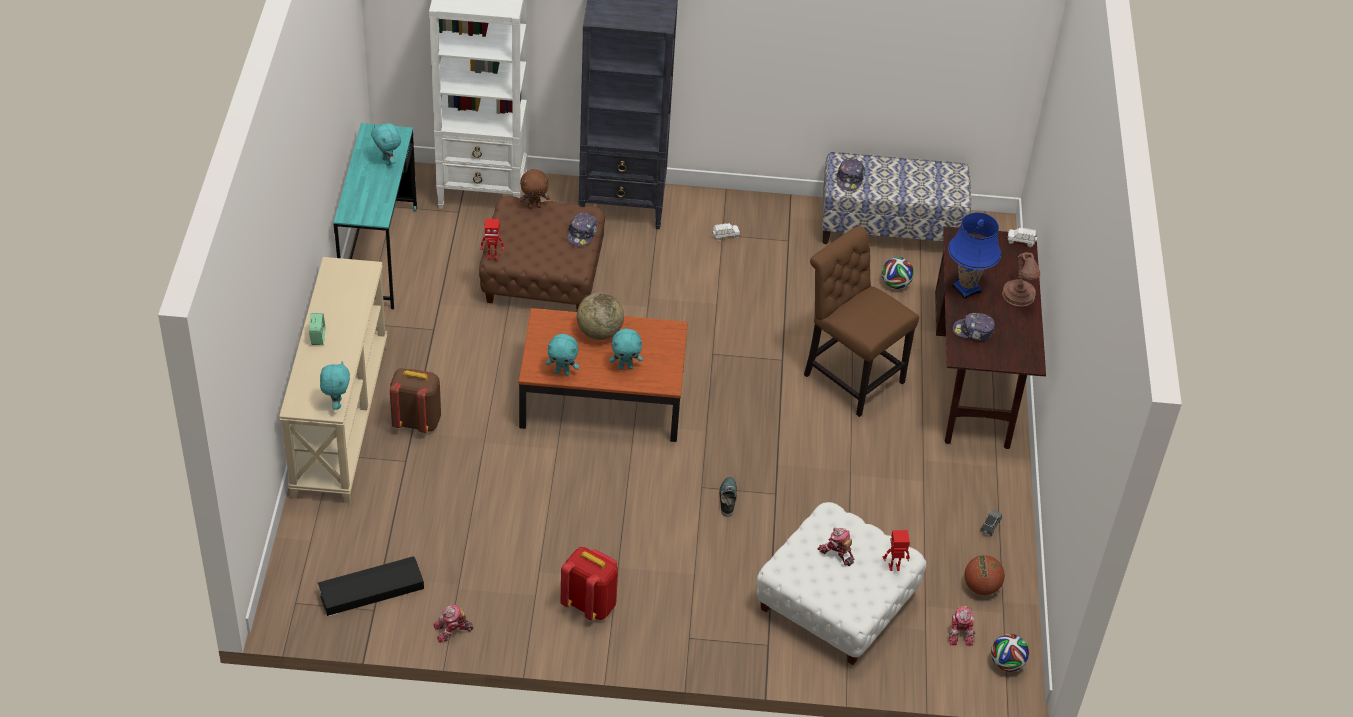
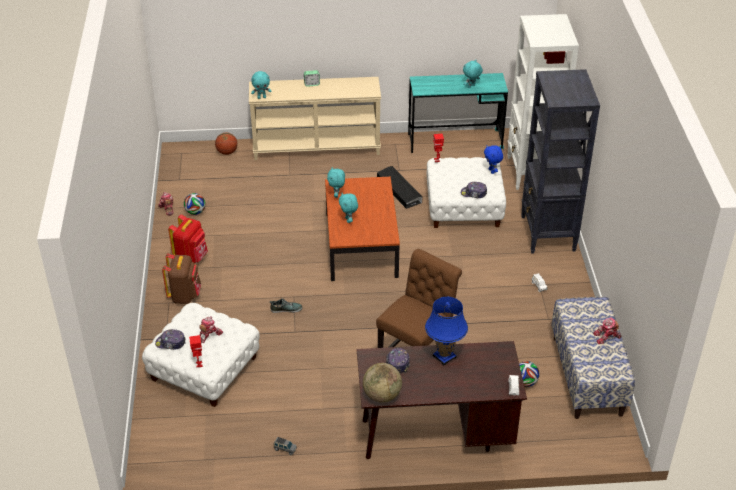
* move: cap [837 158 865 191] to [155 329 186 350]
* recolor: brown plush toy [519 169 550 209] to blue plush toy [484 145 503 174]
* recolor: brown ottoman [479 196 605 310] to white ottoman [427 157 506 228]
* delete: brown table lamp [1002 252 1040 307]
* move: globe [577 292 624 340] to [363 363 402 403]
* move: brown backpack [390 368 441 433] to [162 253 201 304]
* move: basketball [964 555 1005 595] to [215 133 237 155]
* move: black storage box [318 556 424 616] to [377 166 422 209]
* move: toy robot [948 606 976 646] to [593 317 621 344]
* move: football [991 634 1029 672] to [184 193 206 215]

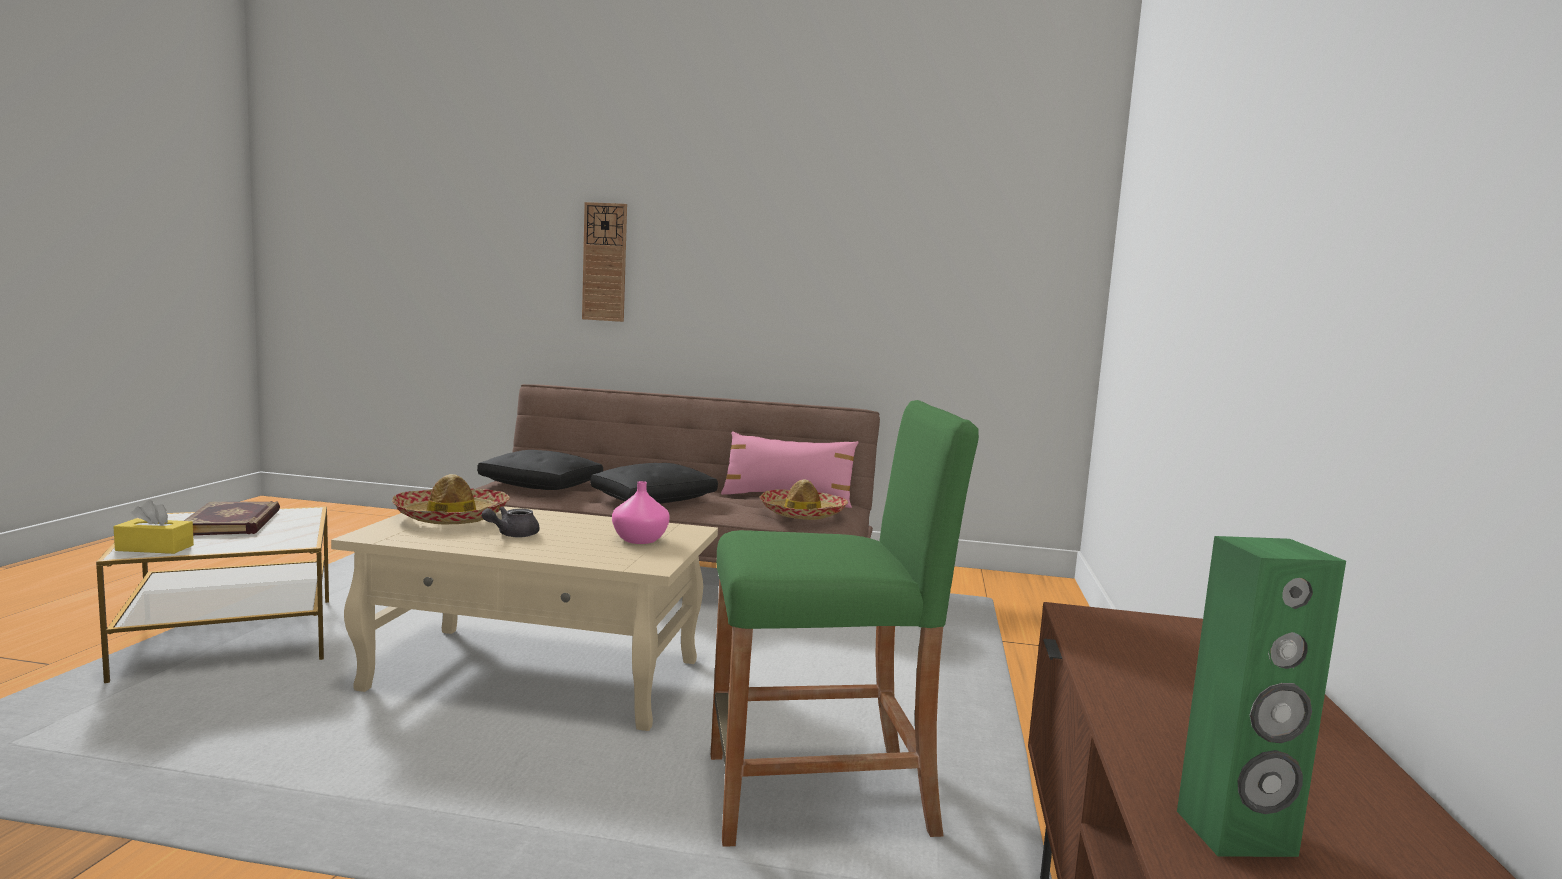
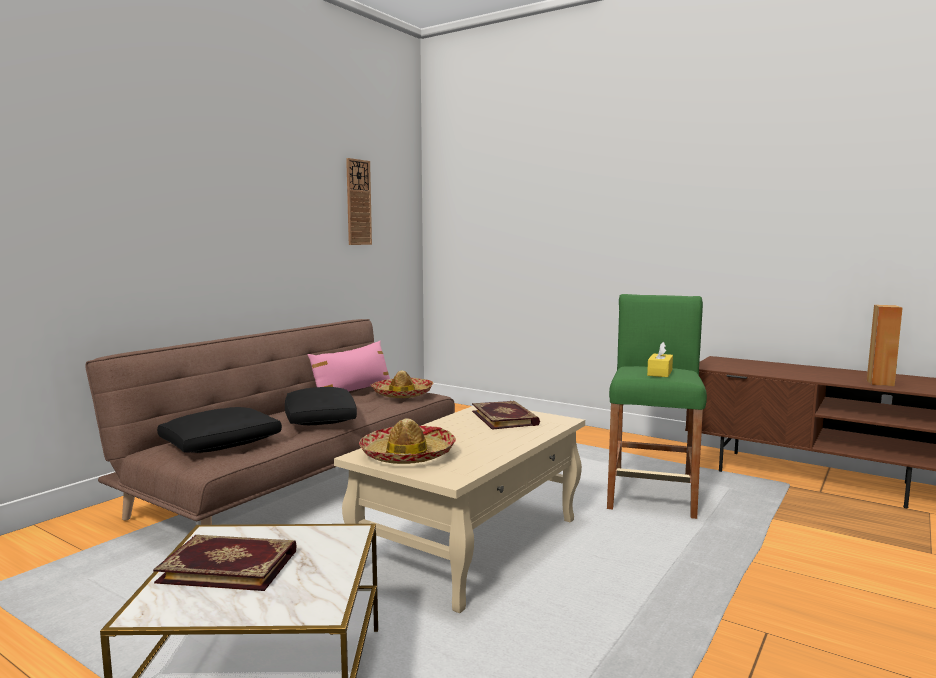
* move: wall clock [582 202 627 322] to [346 158 372 245]
* replace: pink vase [612 481 670 544] to book [472 401 540 430]
* move: yellow tissue box [113 500 194 554] to [647 342 673 377]
* delete: grey teapot [482 507 540 538]
* recolor: green speaker [1177 536 1346 857] to brown speaker [867 305 903 386]

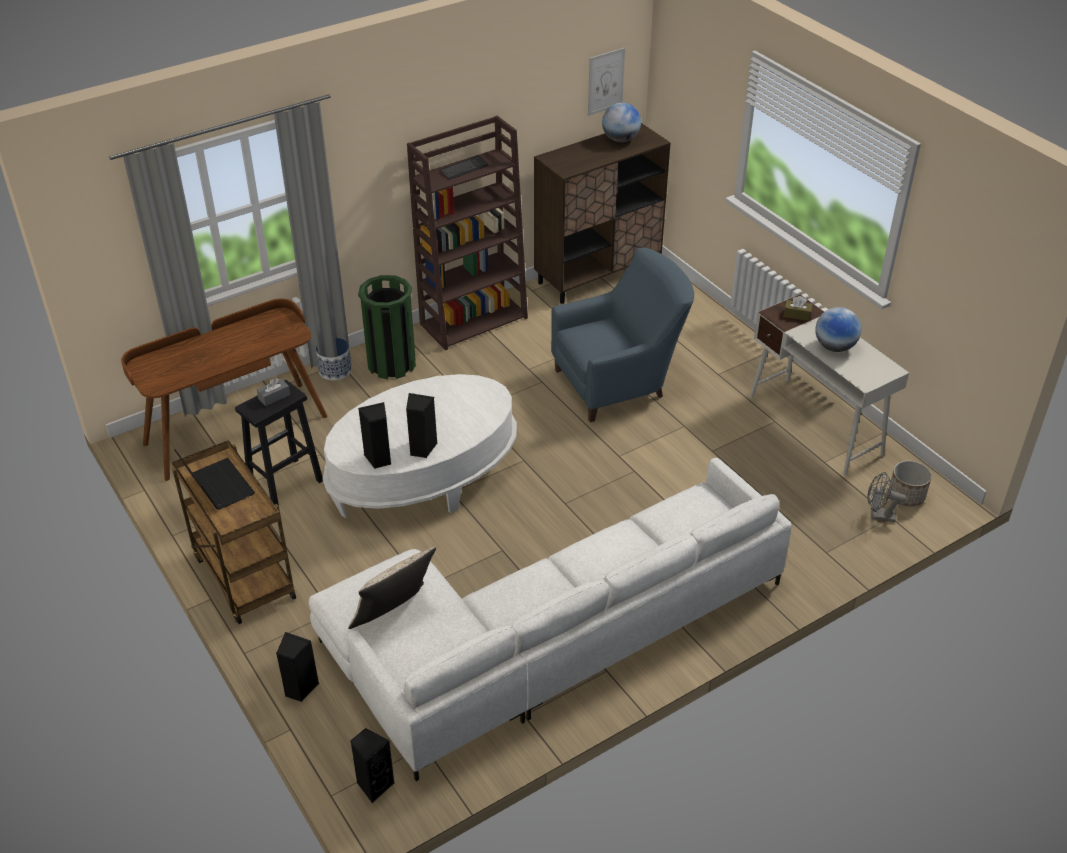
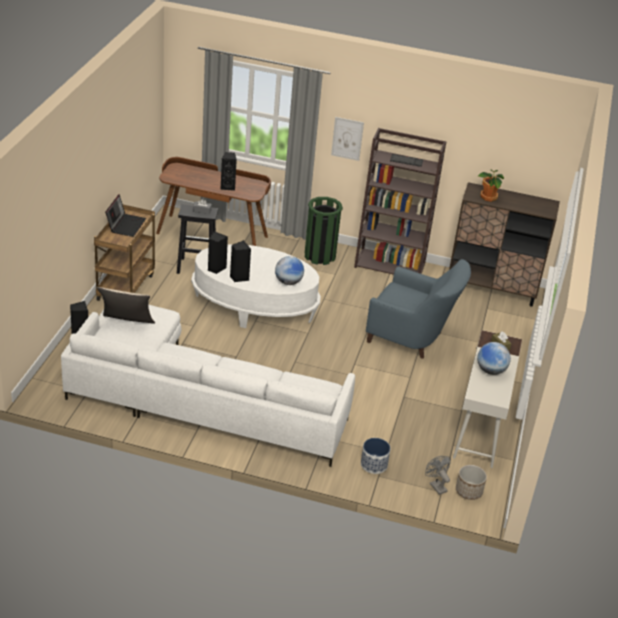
* move: picture [588 48 625 116] to [331 117 364 161]
* move: globe [602 102 641 142] to [275 256 304 285]
* move: planter [316 337 352 380] to [361 438 390 474]
* move: black speaker [350 728 395 803] to [220 152 237 191]
* insert: potted plant [478 169 504 202]

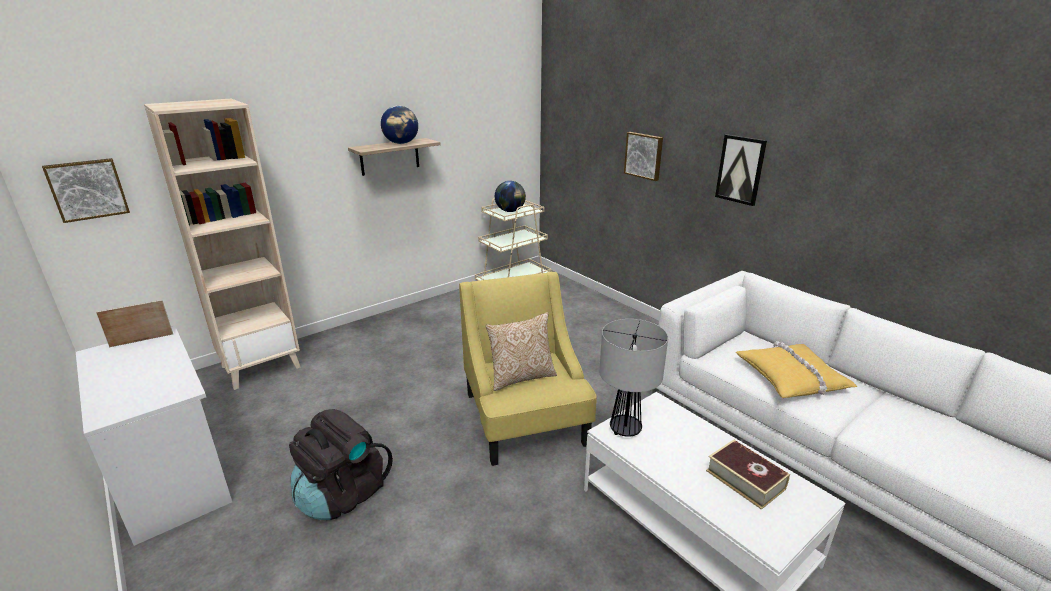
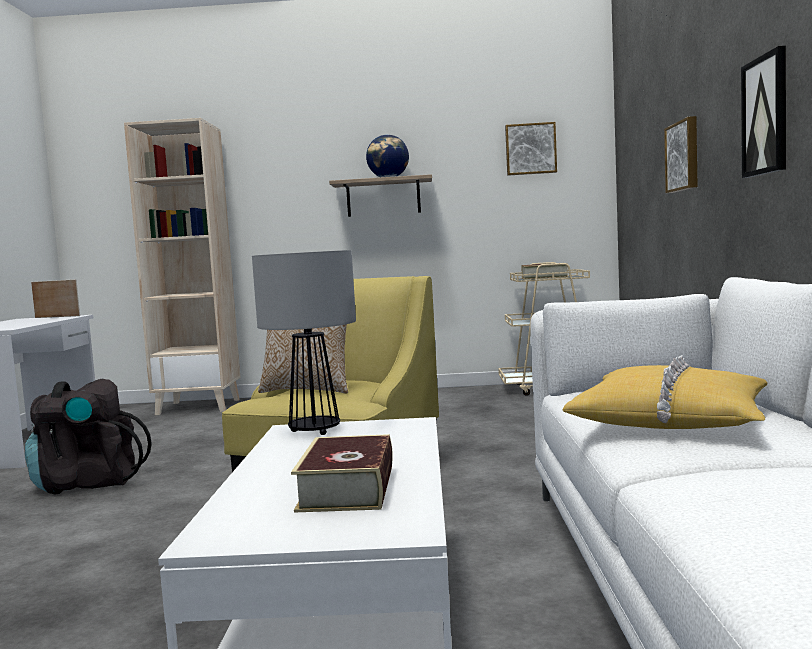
* move: picture [42 158 130 223] to [505 122 557 176]
* replace: globe [495 181 526 212] to book [521 263 569 280]

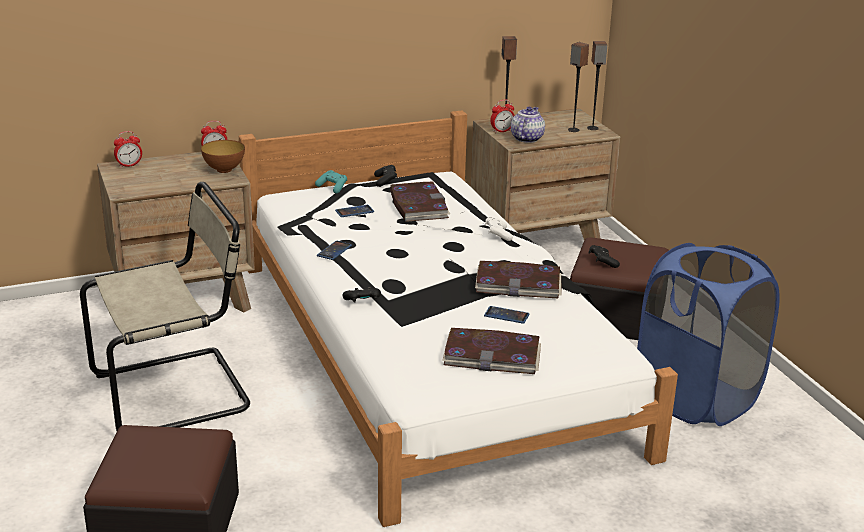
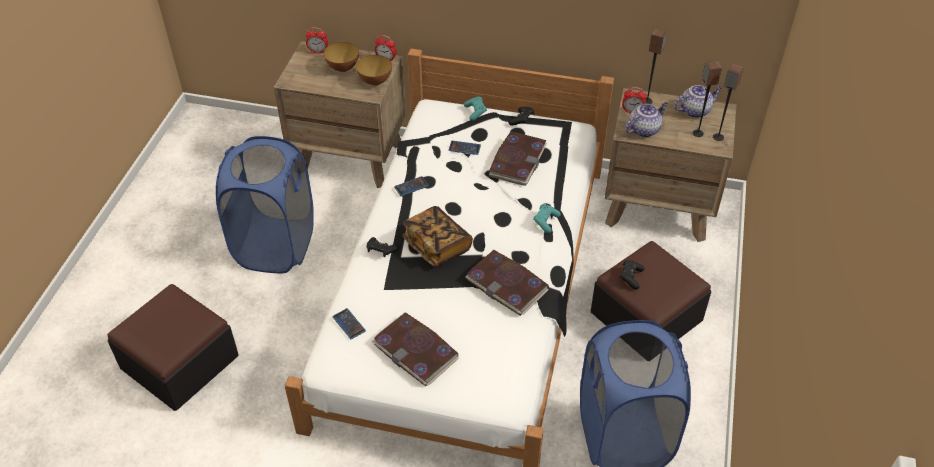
* replace: beige chair [80 182 250 431] to blue laundry basket [216 136 314 273]
* recolor: white game controller [485 217 513 241] to turquoise game controller [533 204 561 233]
* move: phone [484 306 529 324] to [332 308 366 339]
* insert: bowl [324 42 359 72]
* insert: teapot [674 85 722 118]
* insert: book [402 206 473 267]

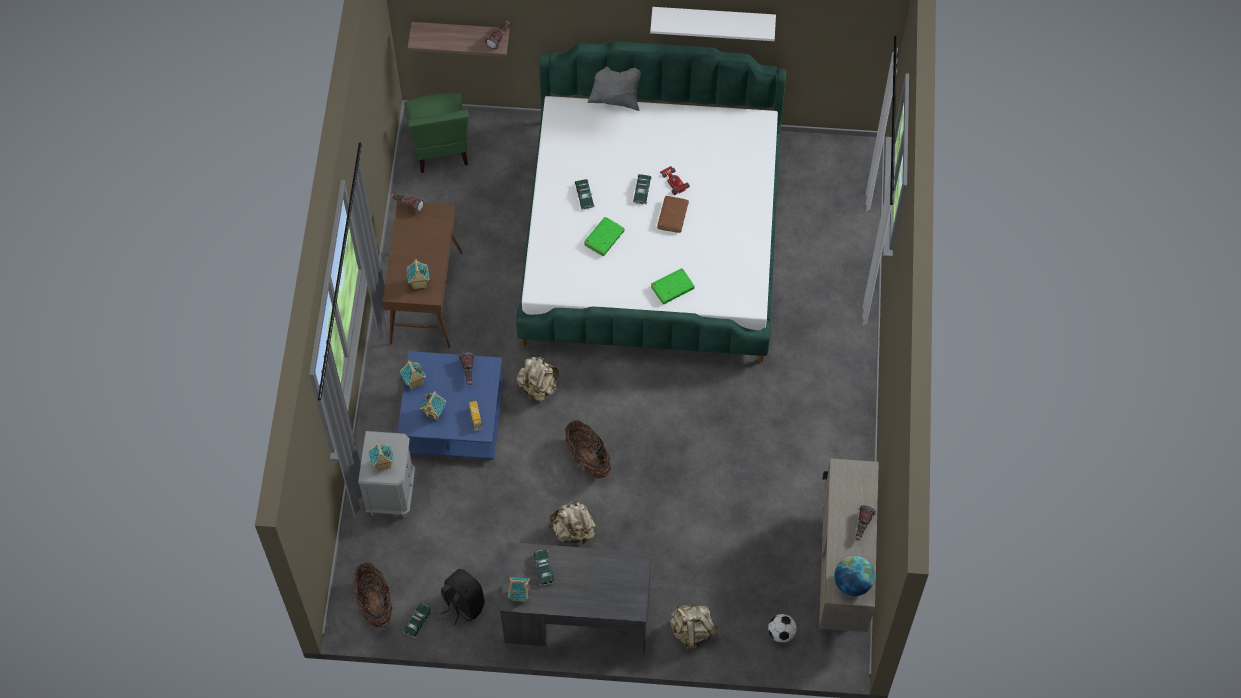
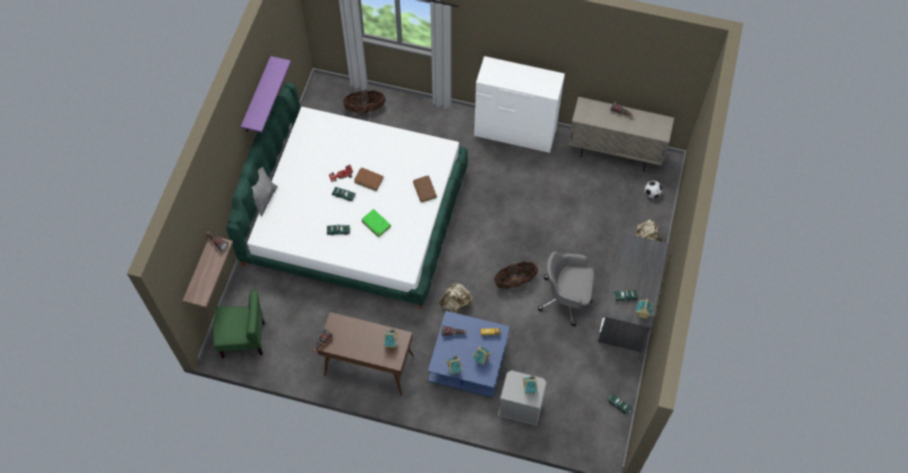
* recolor: white shelf [650 7 776 41] to purple shelf [241 56 291 133]
* recolor: green book [651 268 695 304] to brown book [413 176 437 203]
* replace: beige backpack [549 501 596 545] to grey office chair [538 251 594 326]
* delete: globe [834 556 875 596]
* move: basket [353 562 392 628] to [343 90 385 113]
* delete: black backpack [440 569 485 626]
* insert: white dresser [474 56 565 153]

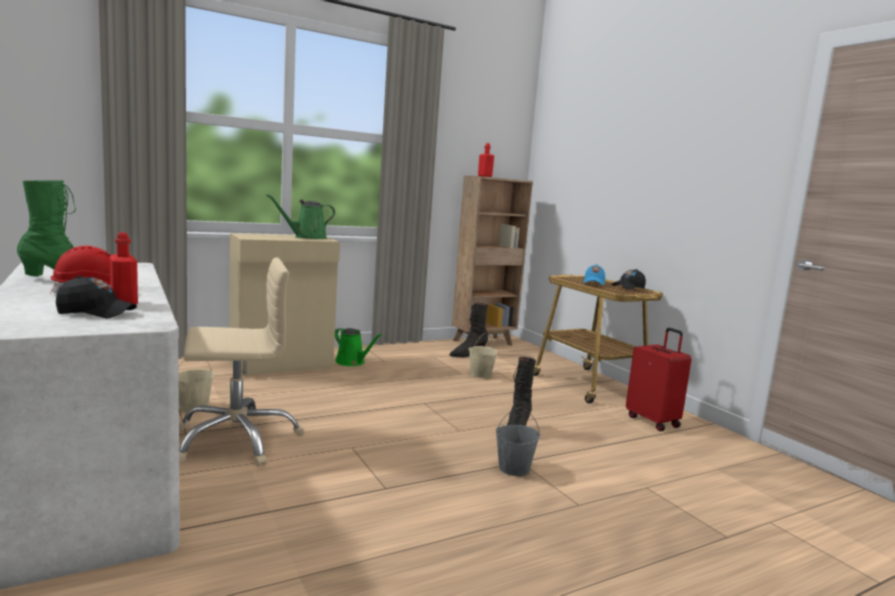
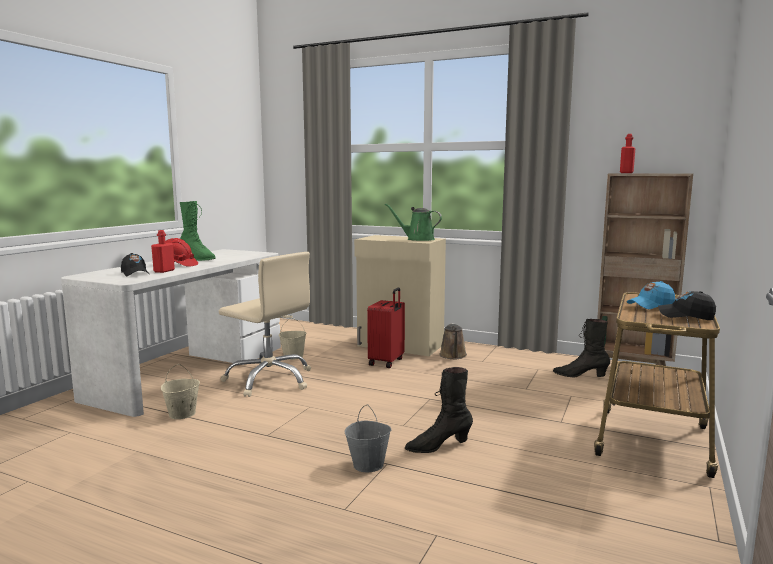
* recolor: green watering can [335 328 382 366] to brown watering can [439 323 467 359]
* move: red suitcase [626 328 692 431] to [367 287 405 368]
* move: beige bucket [469 333 498 378] to [161 364 200 419]

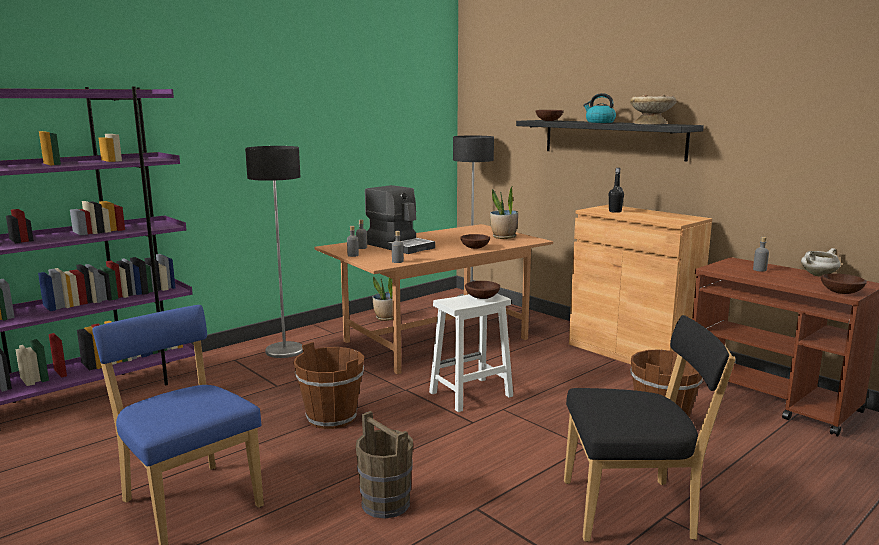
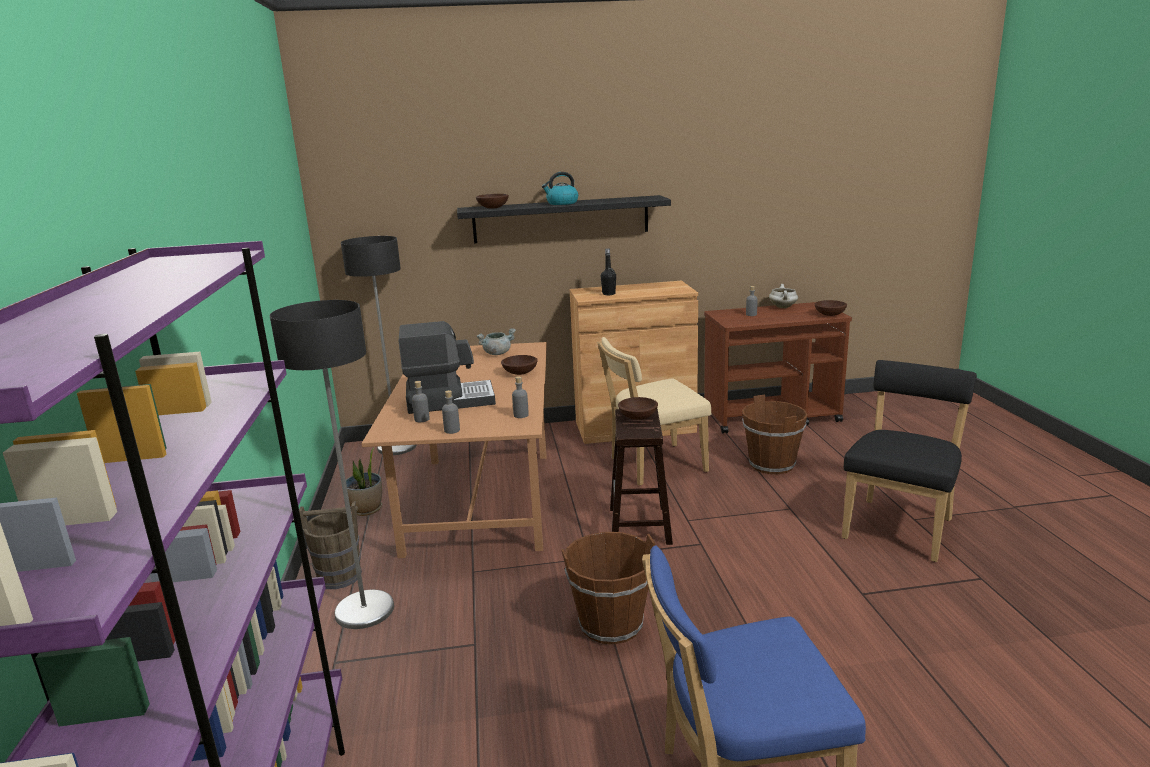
* delete: beige bowl [630 94 677 125]
* replace: potted plant [490 187 518 239] to grey cooking pot [477 329 516 355]
* recolor: white stool [429 294 513 412] to brown stool [610 409 673 545]
* move: brown bucket [356 411 413 519] to [299 501 362 589]
* insert: beige chair [598 337 711 486]

